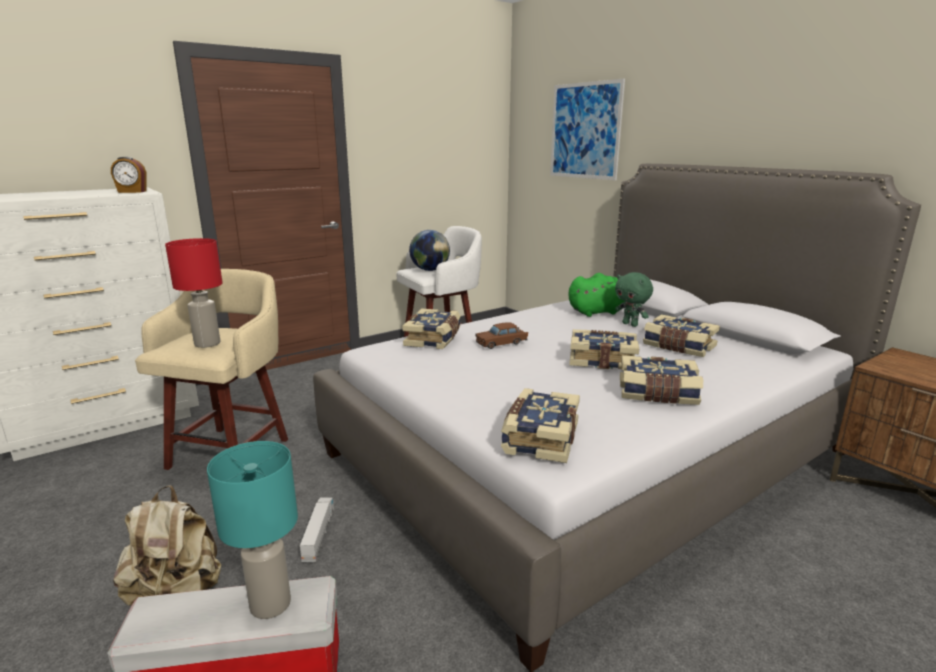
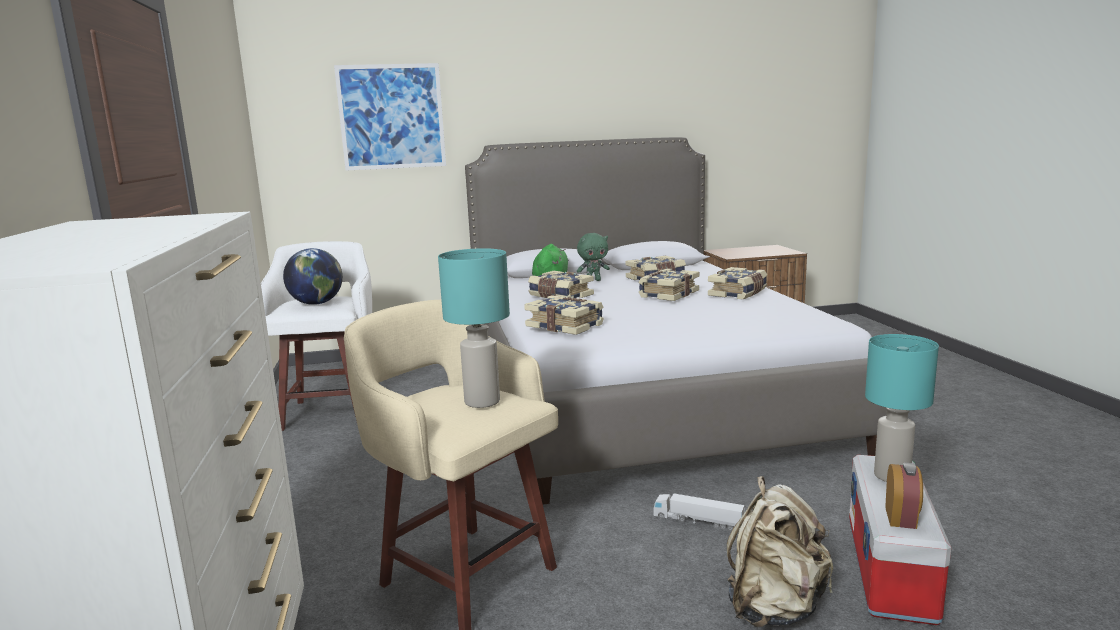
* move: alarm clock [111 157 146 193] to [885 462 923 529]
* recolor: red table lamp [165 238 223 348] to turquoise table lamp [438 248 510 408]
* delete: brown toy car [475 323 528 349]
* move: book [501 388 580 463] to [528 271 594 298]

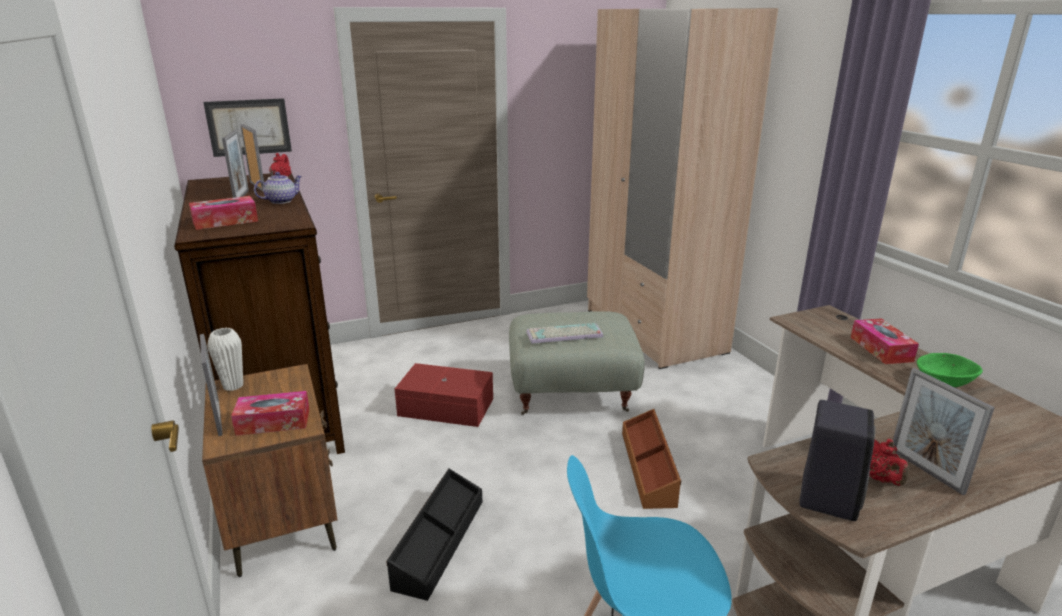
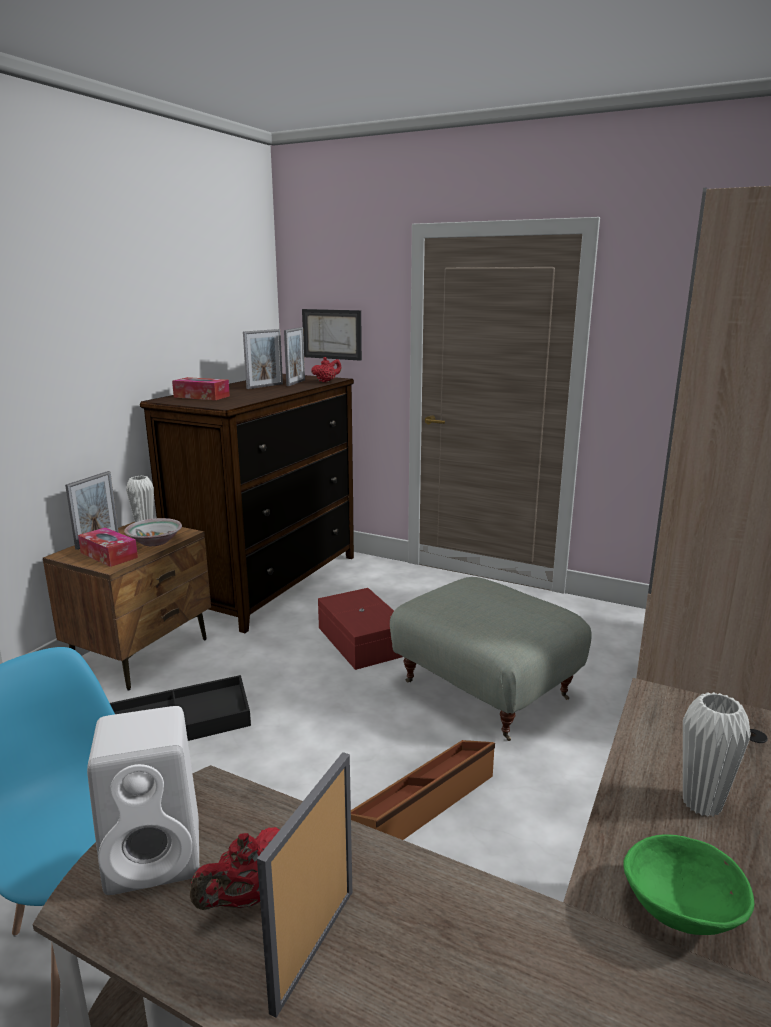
* delete: teapot [254 172 302 204]
* replace: tissue box [851 318 919 364] to white vase [683 692 751 817]
* delete: keyboard [526 323 603 344]
* recolor: black speaker [799 400 875 521] to white speaker [87 706 199 895]
* insert: bowl [124 518 182 546]

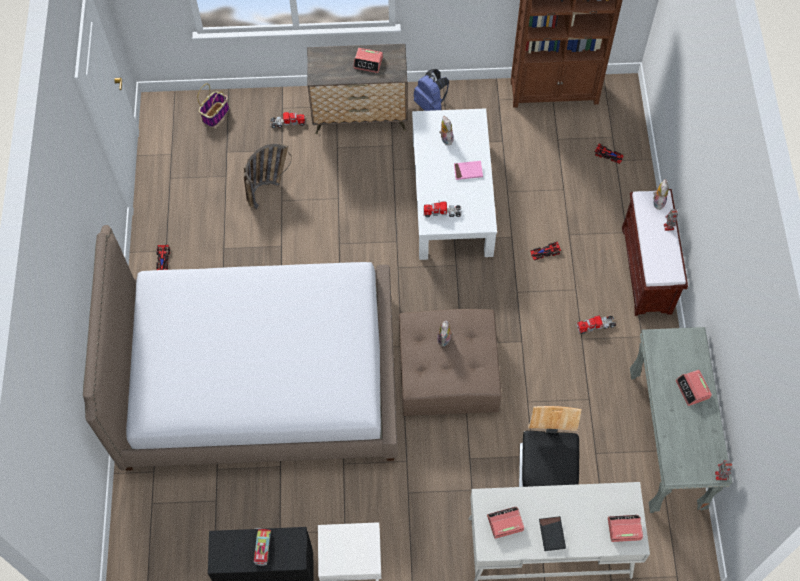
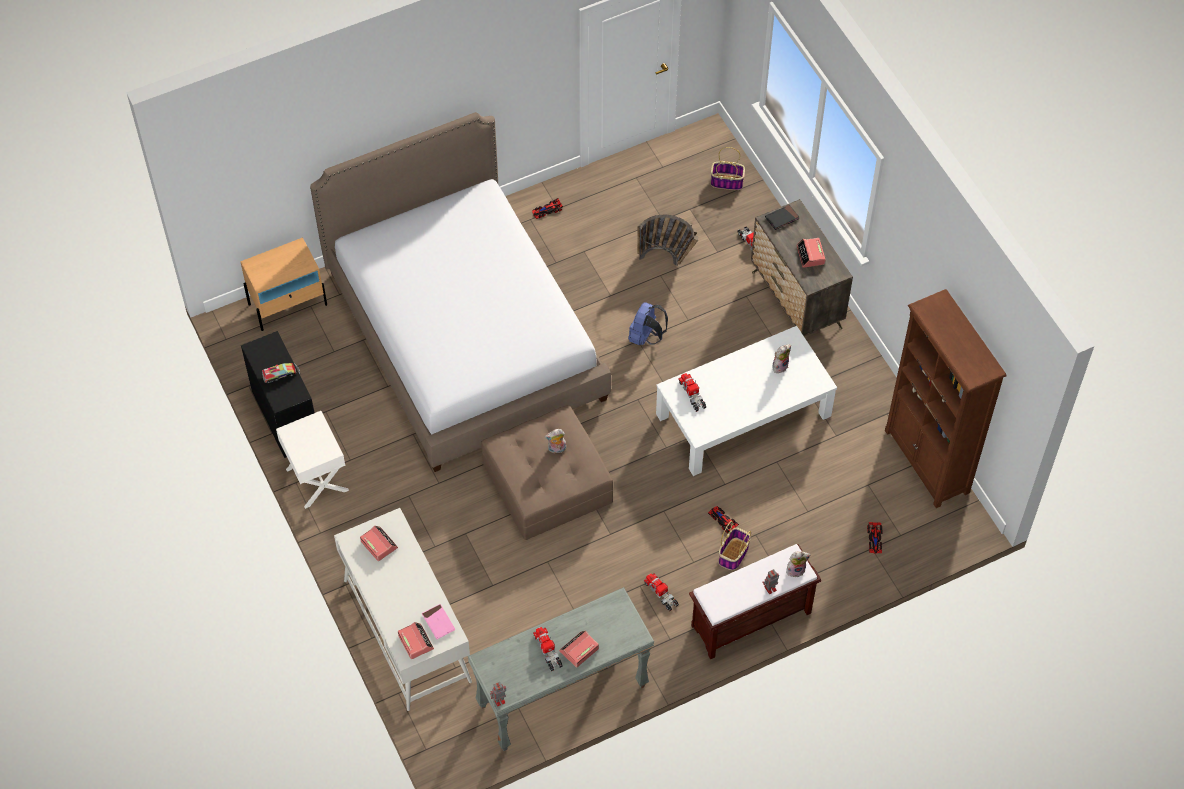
* move: blue backpack [414 69 449 111] to [628 303 668 346]
* move: pink book [454 161 483 180] to [422 604 455 639]
* delete: chair [519 406 582 487]
* move: black book [539 516 566 551] to [765 205 799 230]
* insert: beige nightstand [240 237 327 331]
* insert: basket [719 521 751 570]
* insert: toy truck [533 627 563 671]

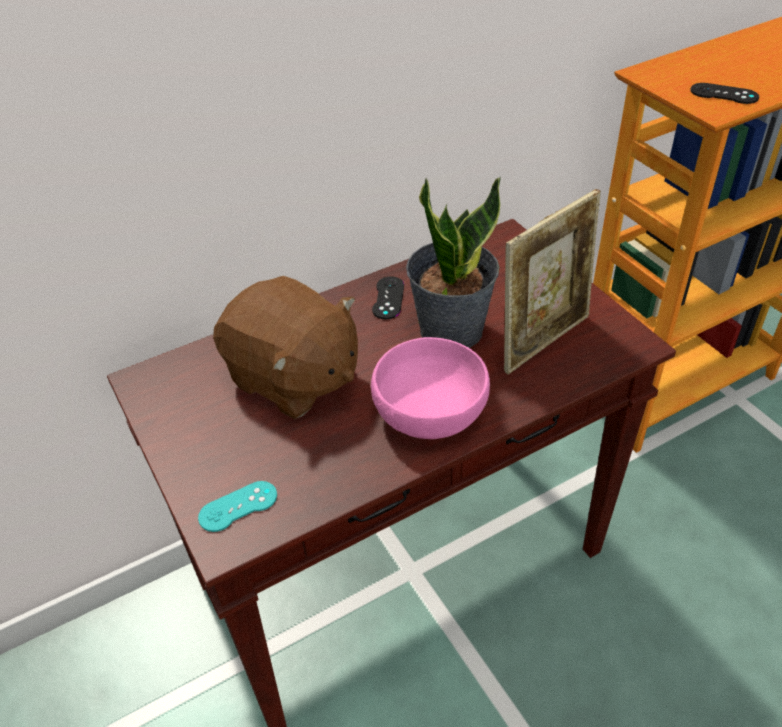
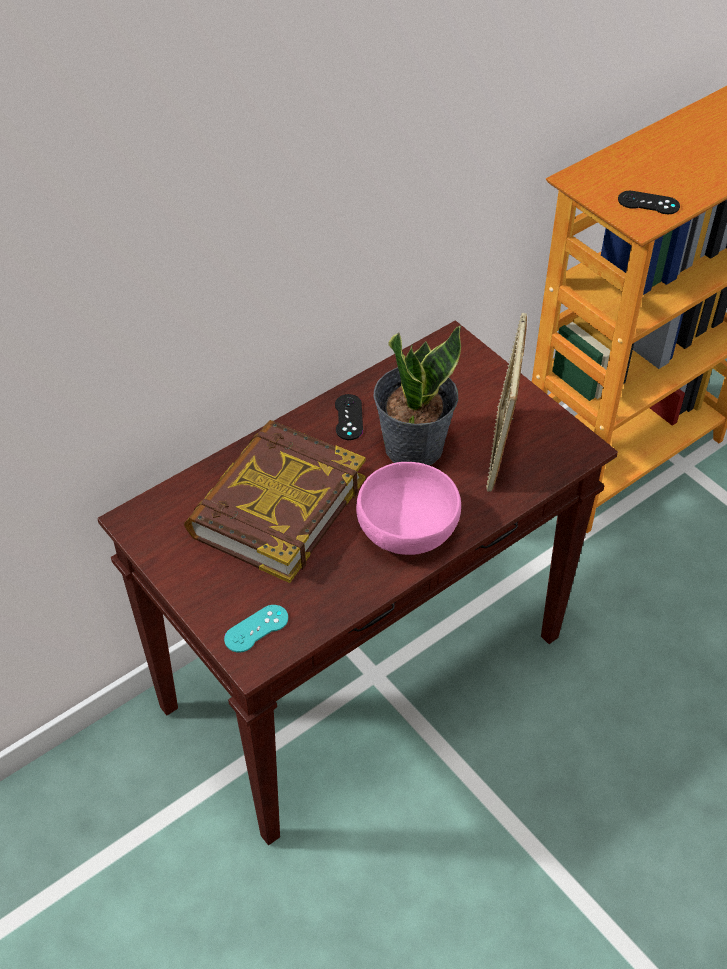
* rotate: picture frame [504 189 601 374] = [486 313 527 492] 150 degrees clockwise
* replace: brown plush toy [213 276 358 419] to book [184 420 366 583]

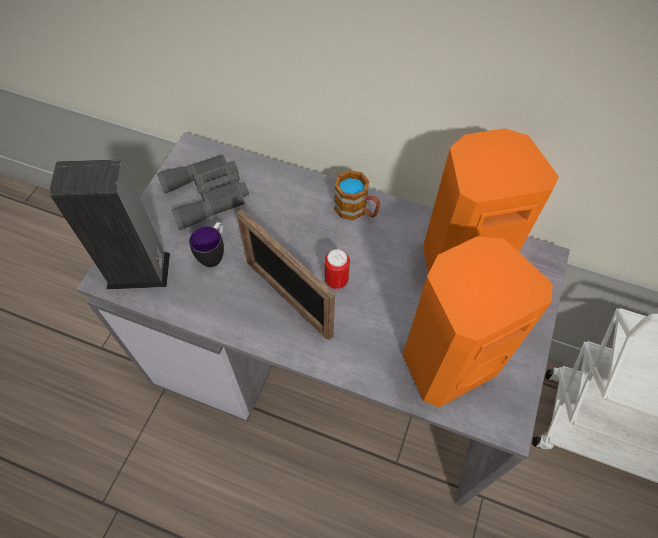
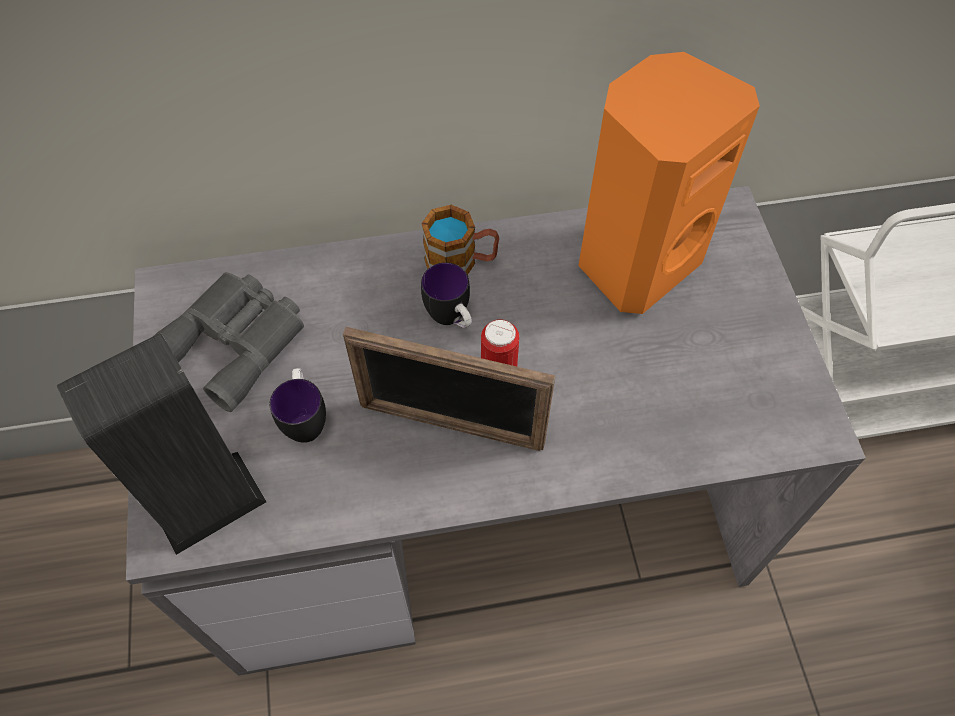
* delete: orange speaker [403 236 553 407]
* insert: mug [421 262 472 328]

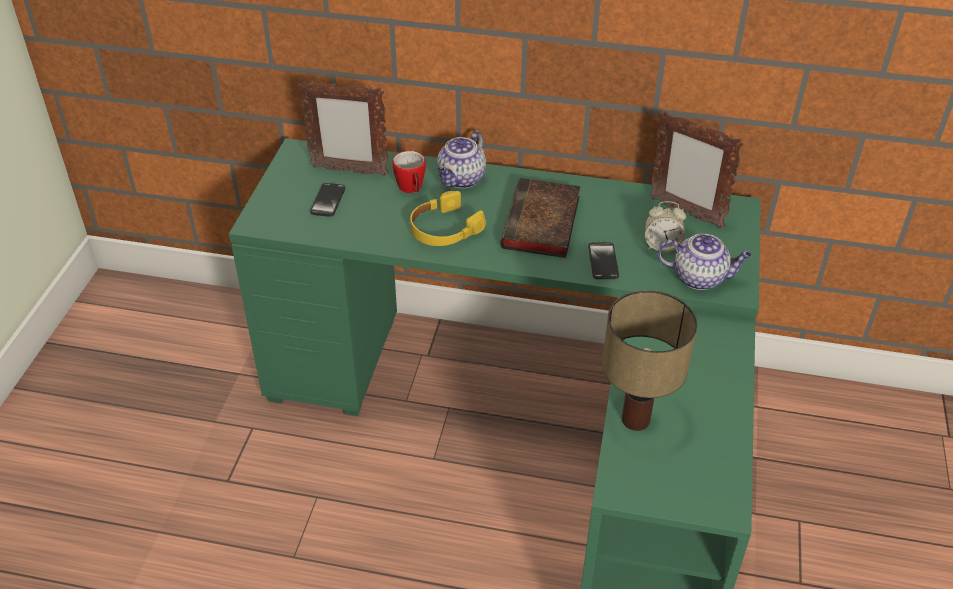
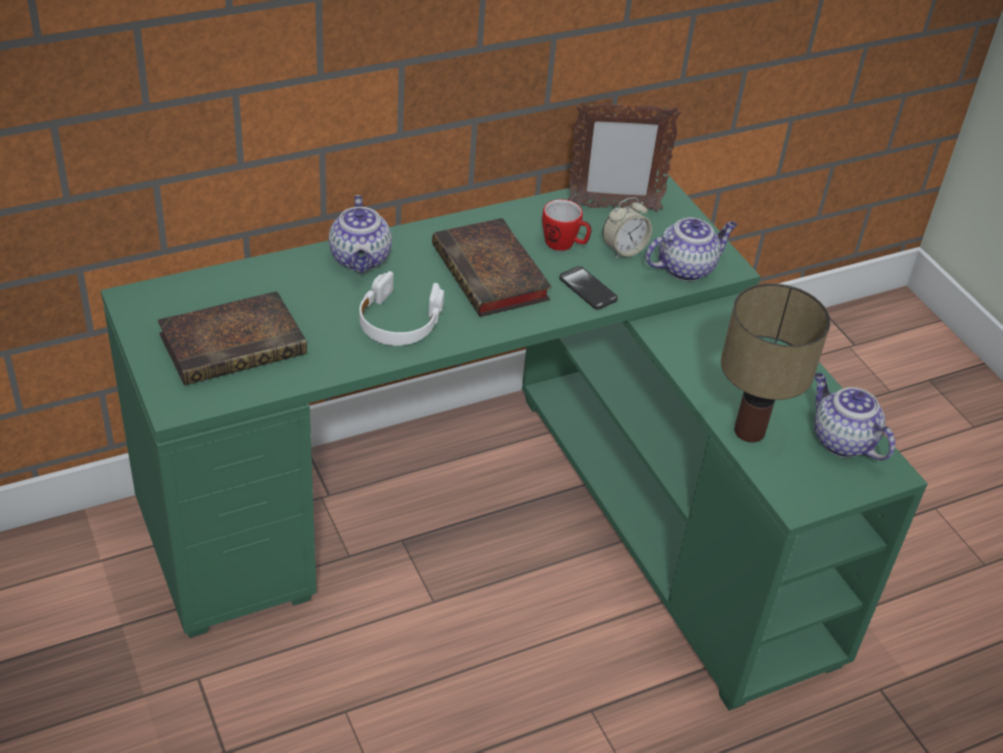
* delete: picture frame [298 80 389 176]
* move: mug [393 151 426 193] to [542 199 592 251]
* replace: phone [310 183 345 217] to book [158 291 307 385]
* recolor: yellow headphones [410 191 486 246] to white headphones [359 271 444 346]
* insert: teapot [814 373 895 461]

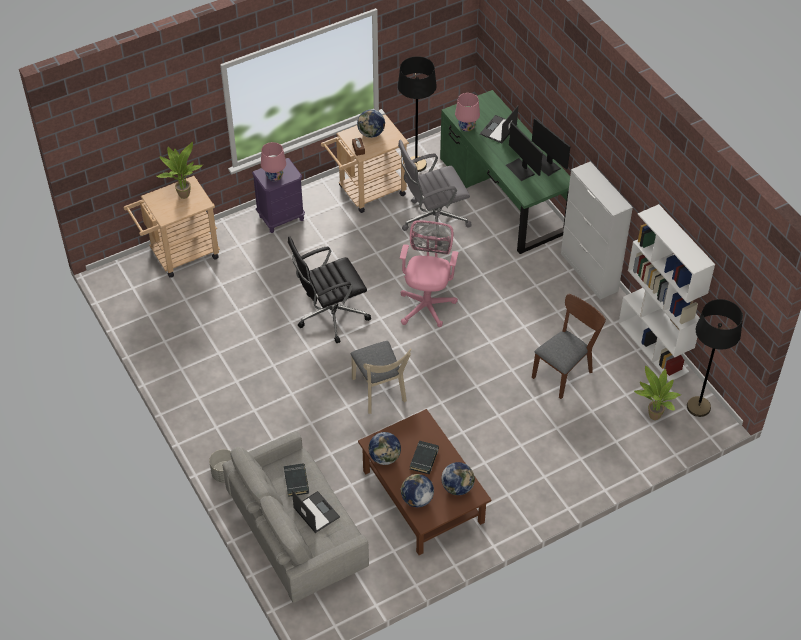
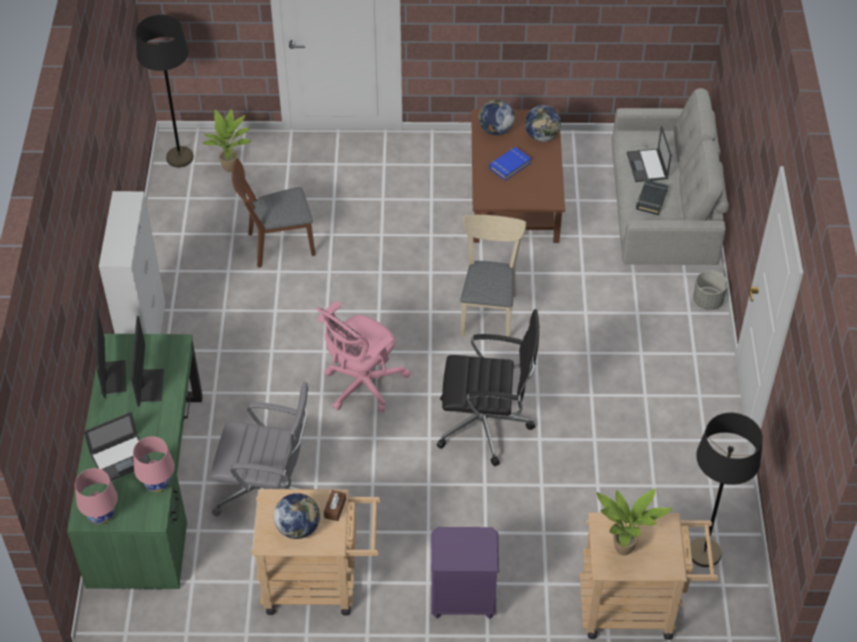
* move: black floor lamp [398 56 437 172] to [690 413 763 567]
* move: pink table lamp [261 142 286 181] to [75 468 118 524]
* delete: white bookcase [619 204 715 382]
* delete: globe [369 432 401 465]
* recolor: black book [410 441 439 474] to blue book [489 147 531 181]

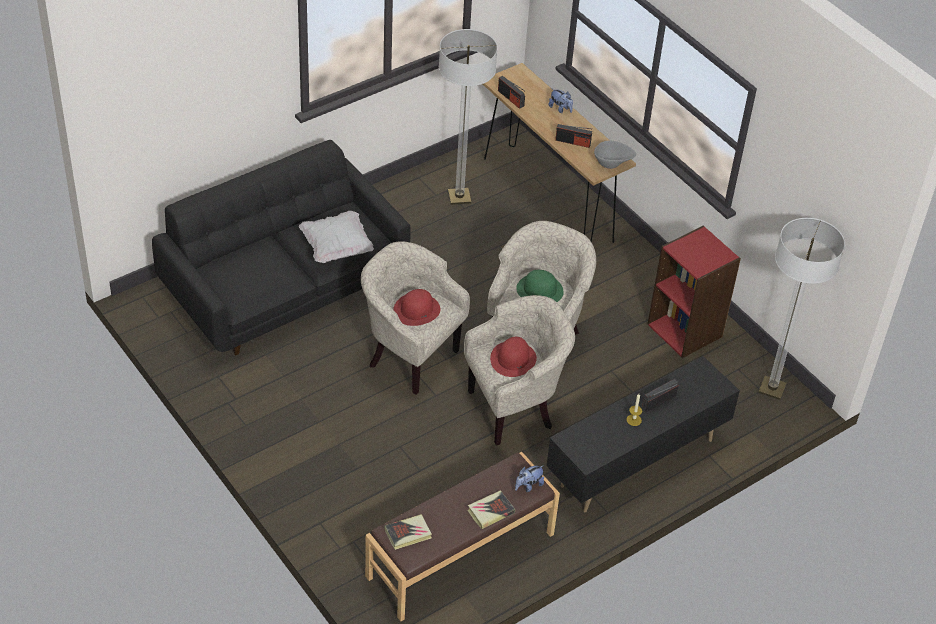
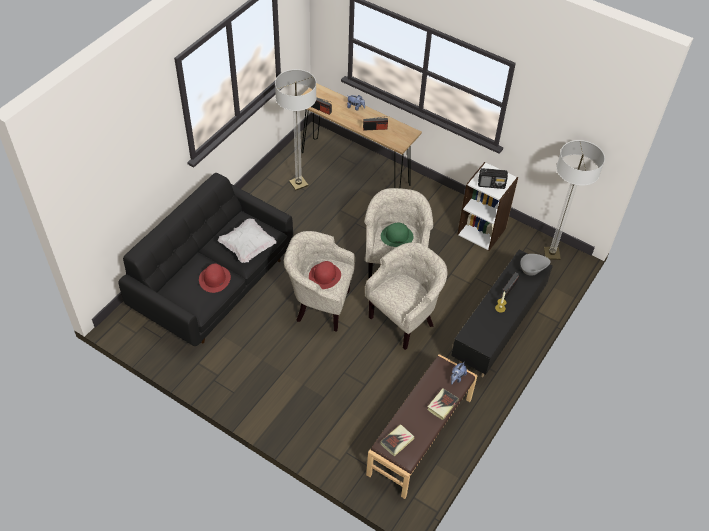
* move: grey bowl [594 141 636 169] to [520 254 551 276]
* recolor: red bookcase [647 225 741 358] to white bookcase [457 162 518 251]
* move: red hat [490 337 537 377] to [199 263 231 293]
* insert: radio [478 168 508 189]

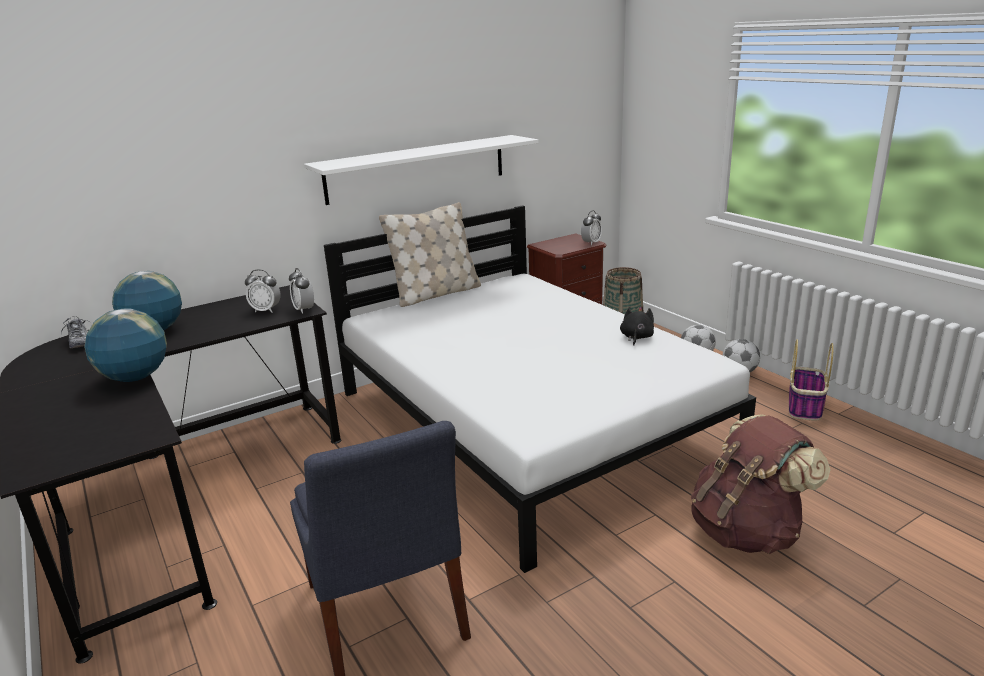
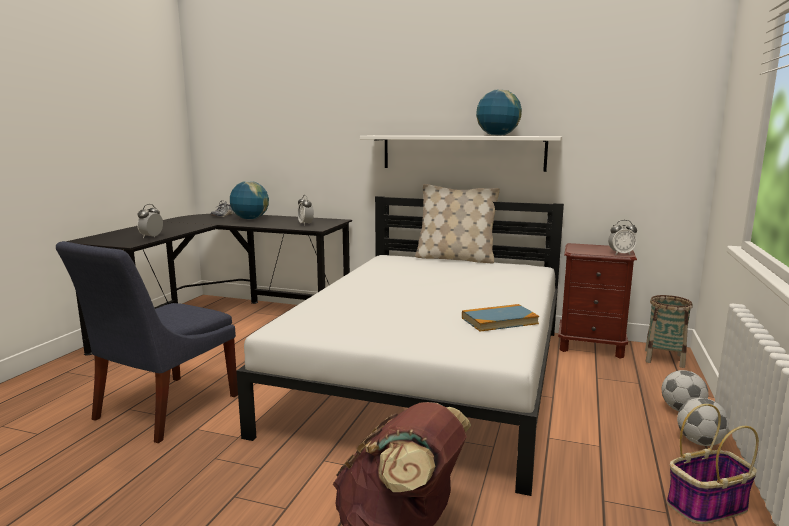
* move: alarm clock [289 268 314 314] to [137 204 163 238]
* replace: black plush toy [620 306 654 346] to book [462 304 539 332]
* move: globe [84 308 167 382] to [476 89 522 136]

